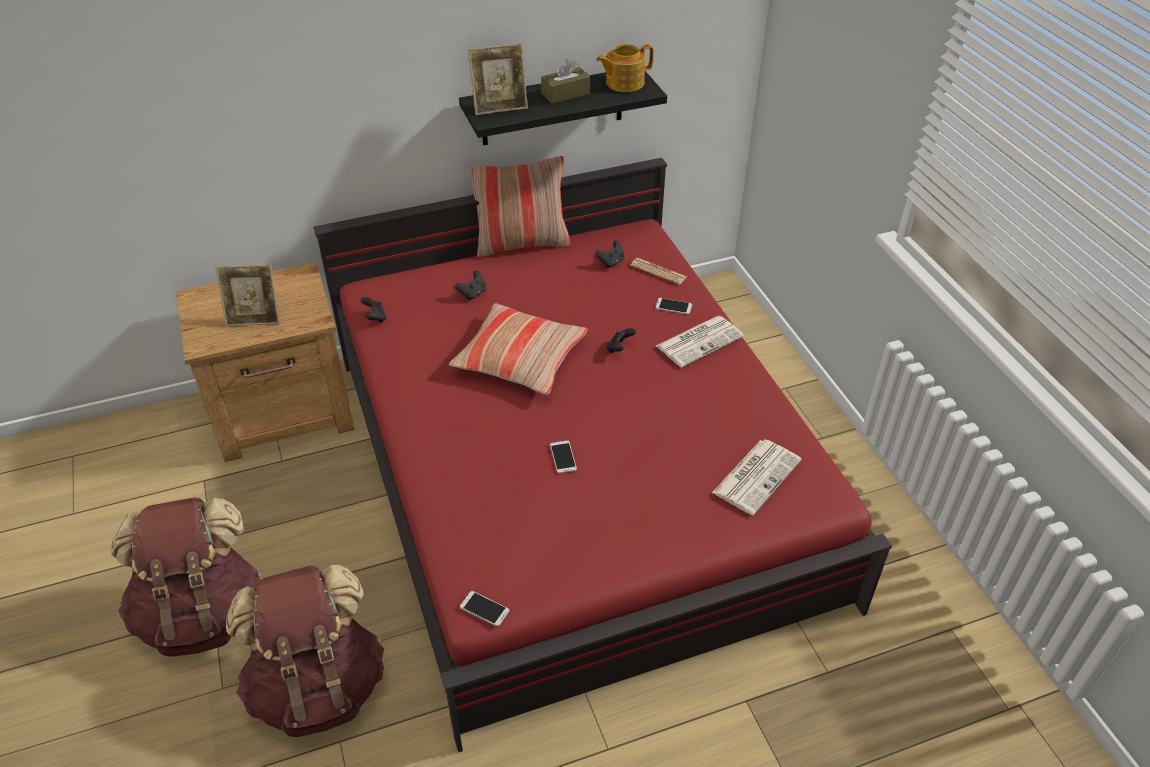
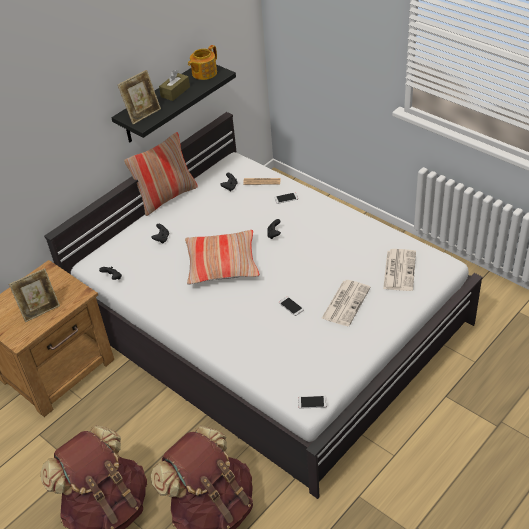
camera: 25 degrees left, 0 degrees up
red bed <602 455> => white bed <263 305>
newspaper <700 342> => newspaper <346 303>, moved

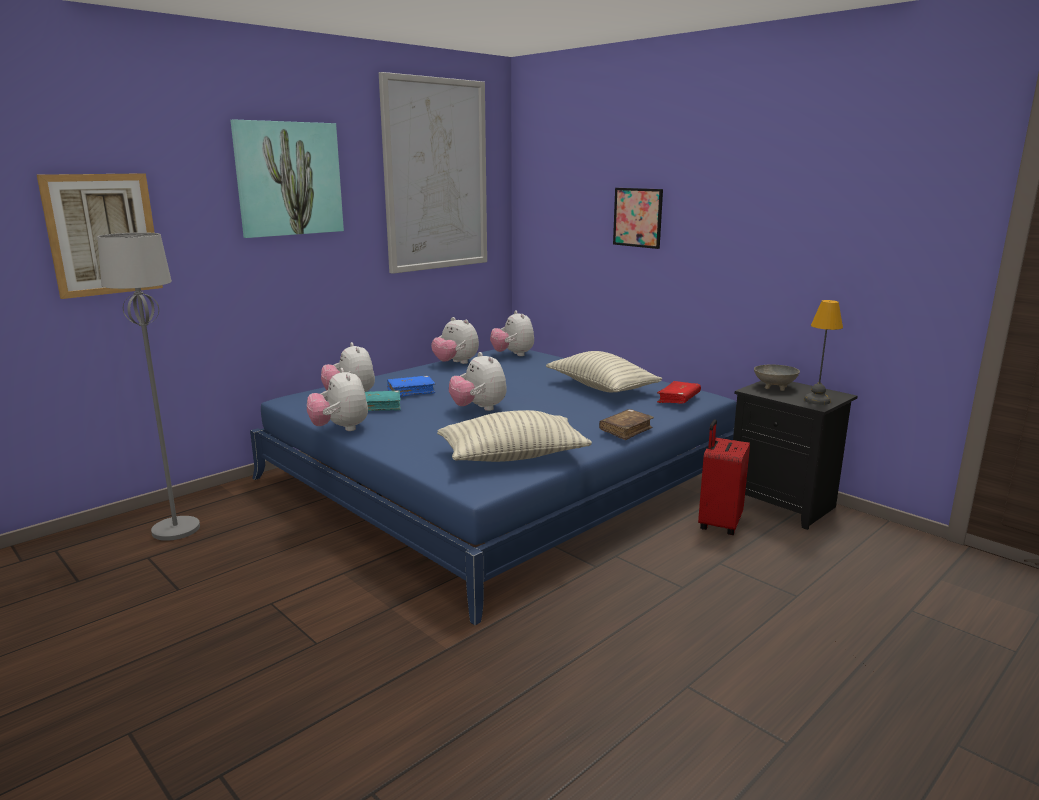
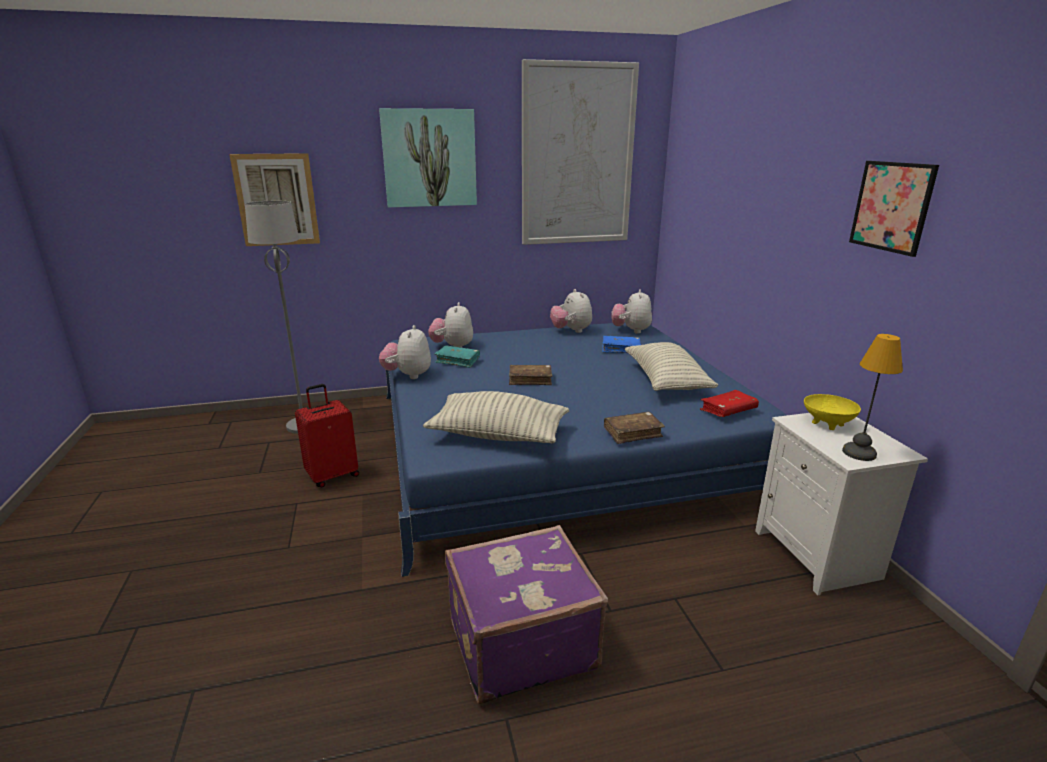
camera: 30 degrees right, 5 degrees up
picture <638 218> => picture <894 209>, moved
plush toy <478 381> => brown book <530 375>
grey bowl <777 377> => yellow bowl <832 412>
blue book <411 386> => blue book <621 344>, moved
black nightstand <795 455> => white nightstand <841 504>
red suitcase <724 477> => red suitcase <327 435>, moved
nothing => purple suitcase <526 614>

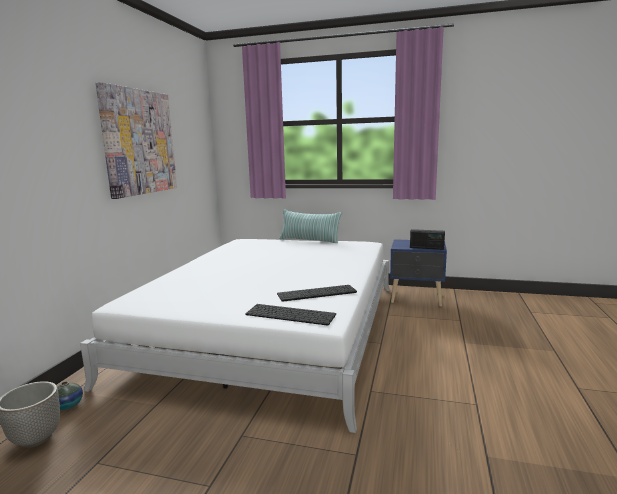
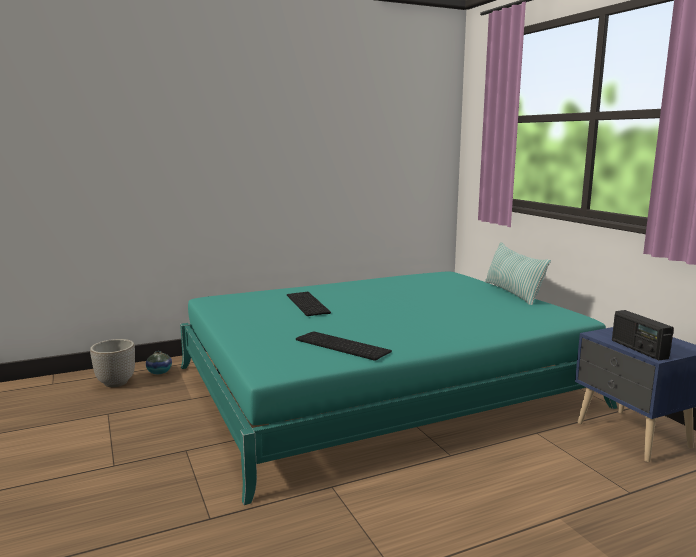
camera: 50 degrees right, 0 degrees up
picture <136 140> => nothing
white bed <235 336> => turquoise bed <398 388>
keyboard <290 315> => keyboard <309 304>, moved

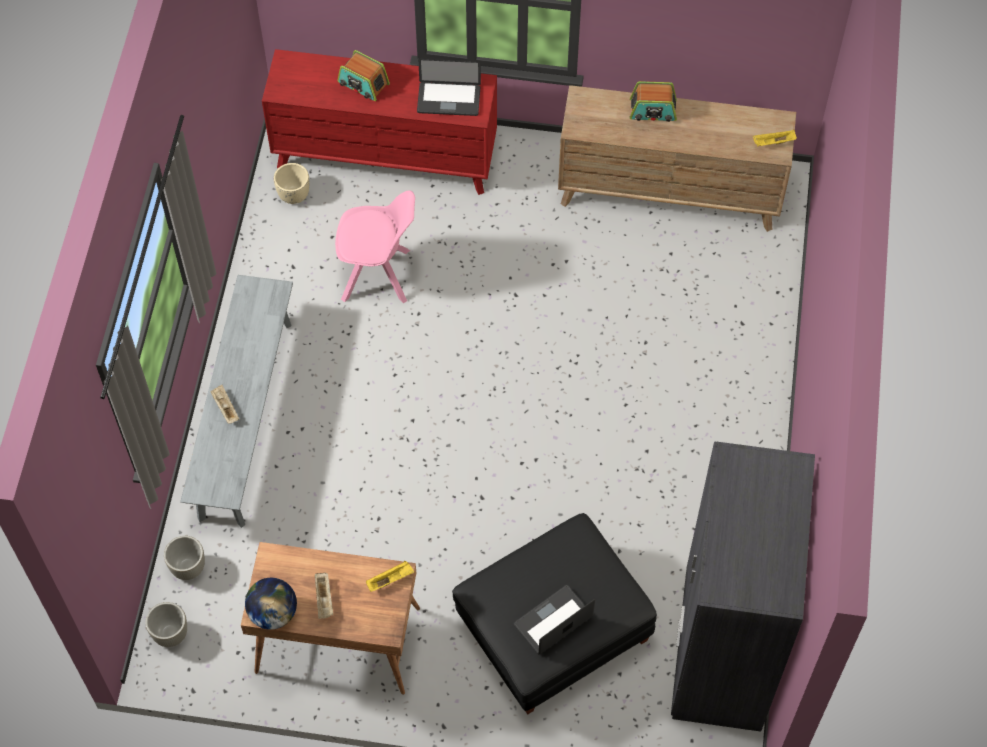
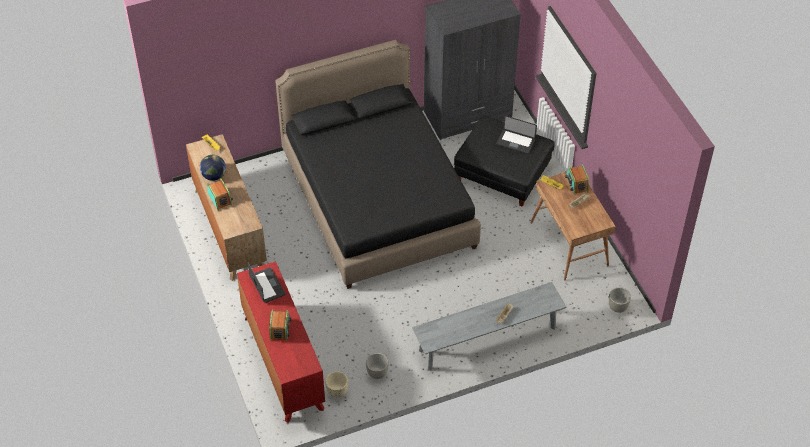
camera: 120 degrees left, 10 degrees down
pink chair <375 246> => nothing
grey planter <184 558> => grey planter <377 366>, moved
globe <271 604> => globe <213 168>, moved
nothing => black bed <378 164>
nothing => radio <577 179>

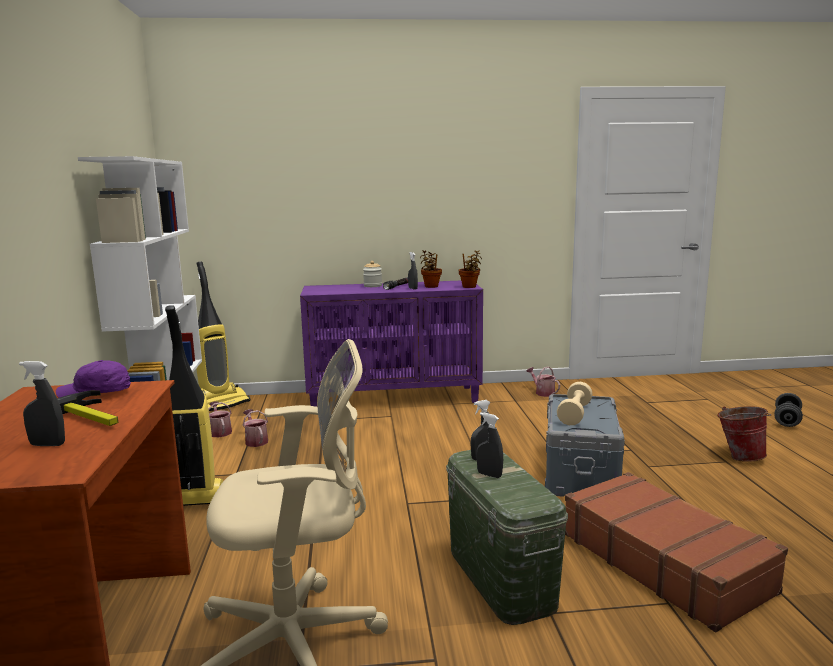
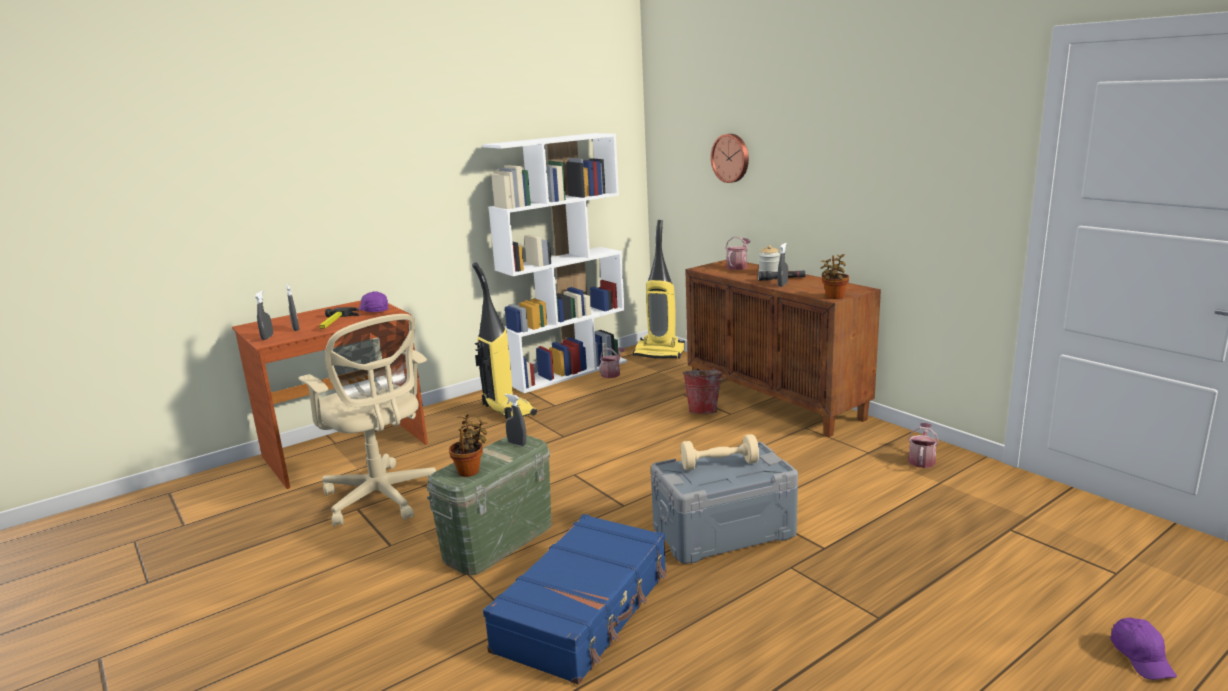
camera: 60 degrees right, 5 degrees up
potted plant <431 269> => potted plant <468 445>, moved
purple cabinet <391 344> => brown cabinet <783 348>
grey dumbbell <788 410> => purple cap <1143 649>
bucket <744 434> => bucket <704 391>, moved
watering can <255 428> => watering can <737 253>, moved
grey spray bottle <490 445> => grey spray bottle <264 315>, moved
brown suitcase <676 552> => blue suitcase <575 599>
nothing => wall clock <730 158>

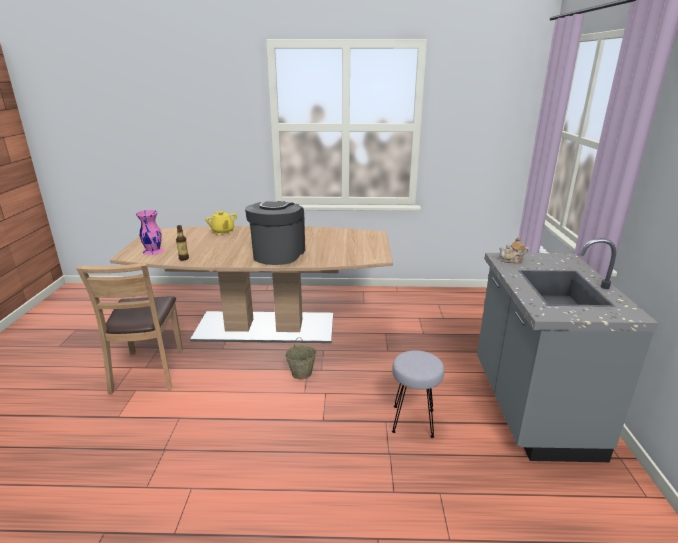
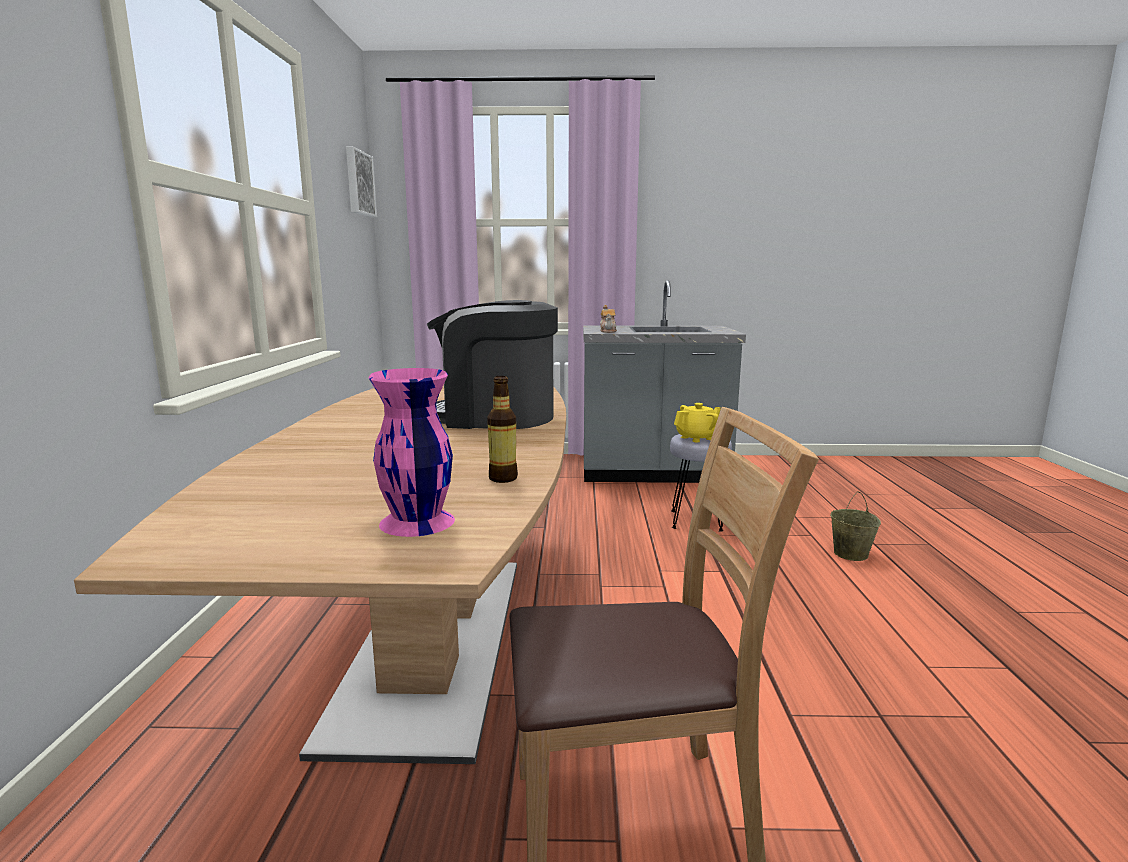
camera: 90 degrees left, 10 degrees down
yellow teapot <221 223> => yellow teapot <697 422>, moved
beige bucket <301 358> => beige bucket <855 526>, moved
nothing => picture <361 181>

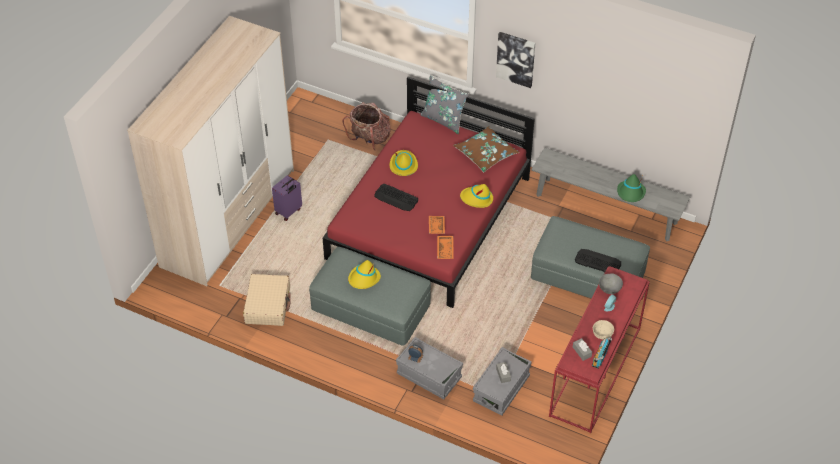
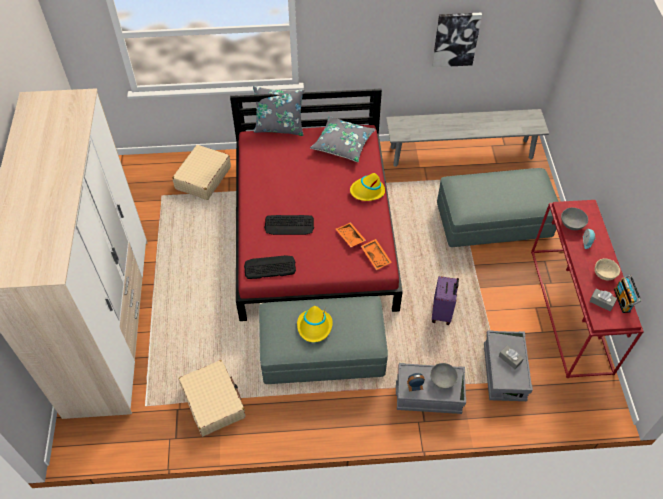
camera: 30 degrees left, 5 degrees up
picture <515 60> => picture <457 40>, moved
backpack <367 126> => beige suitcase <202 172>
brown pillow <486 149> => grey pillow <343 139>
yellow hat <404 163> => nothing
green hat <631 188> => nothing
purple suitcase <287 198> => purple suitcase <445 300>, moved
keyboard <598 260> => keyboard <270 267>, moved
nothing => grey bowl <444 376>

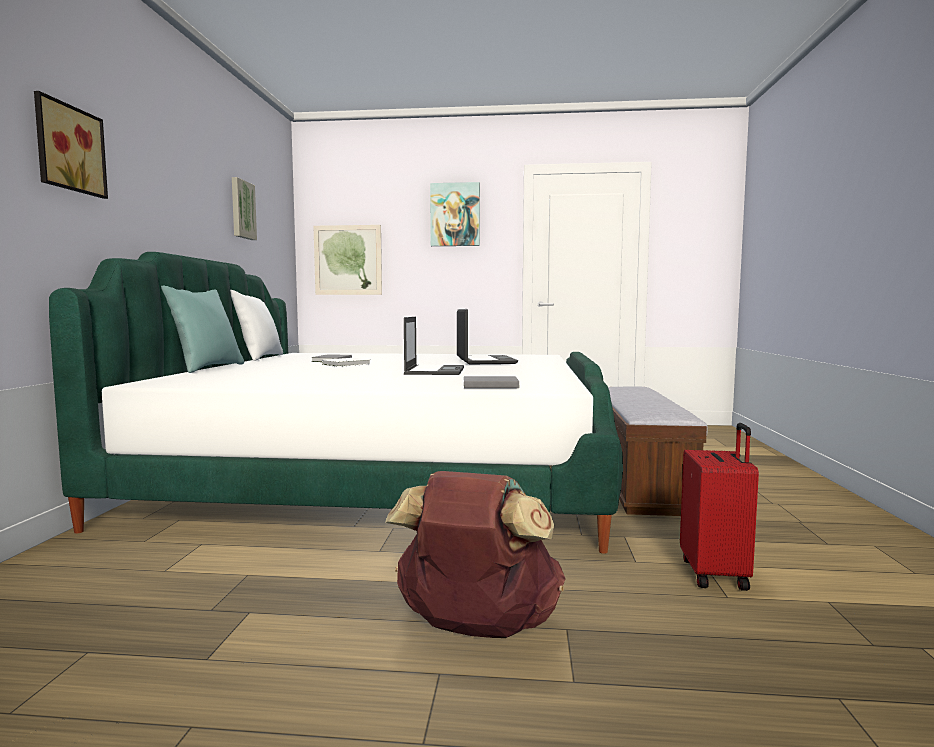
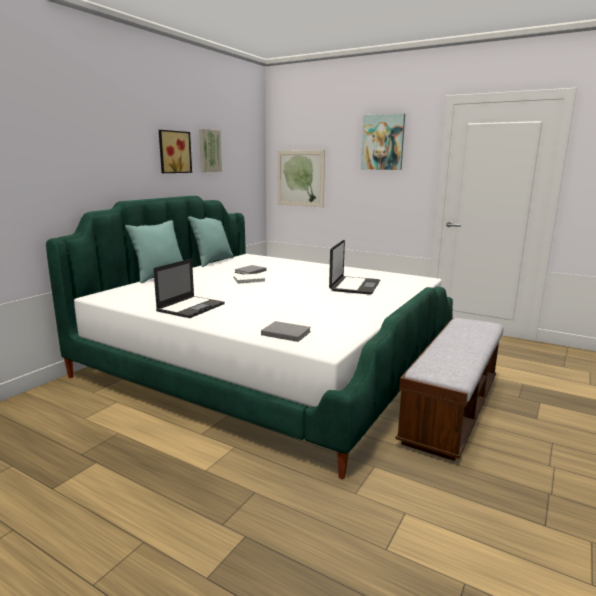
camera: 25 degrees right, 10 degrees up
picture <71 145> => picture <175 151>, moved
white pillow <256 325> => turquoise pillow <210 242>
laptop <434 346> => laptop <189 288>, moved
red suitcase <719 507> => nothing
brown backpack <475 554> => nothing

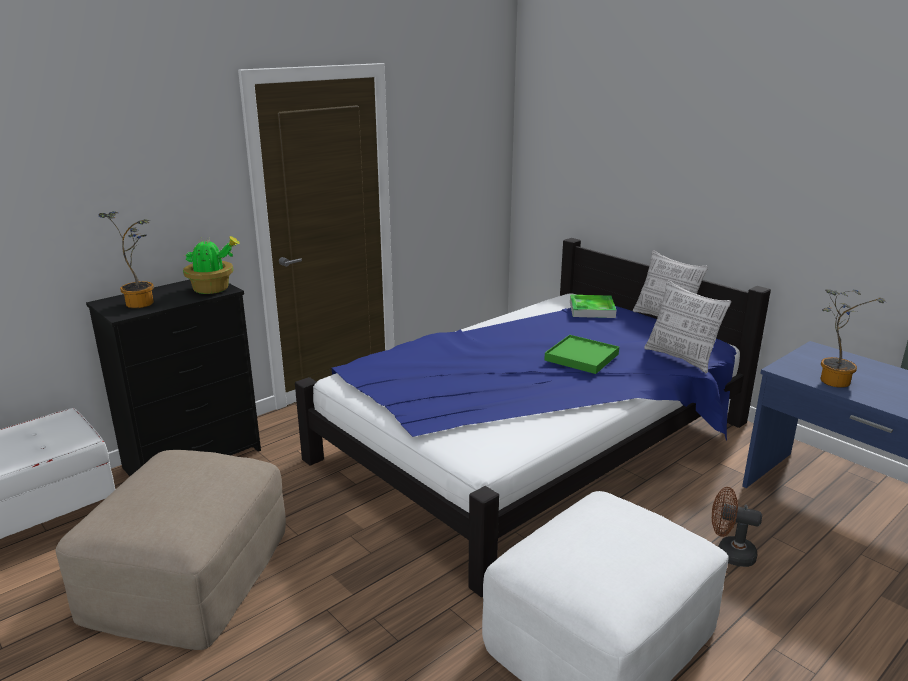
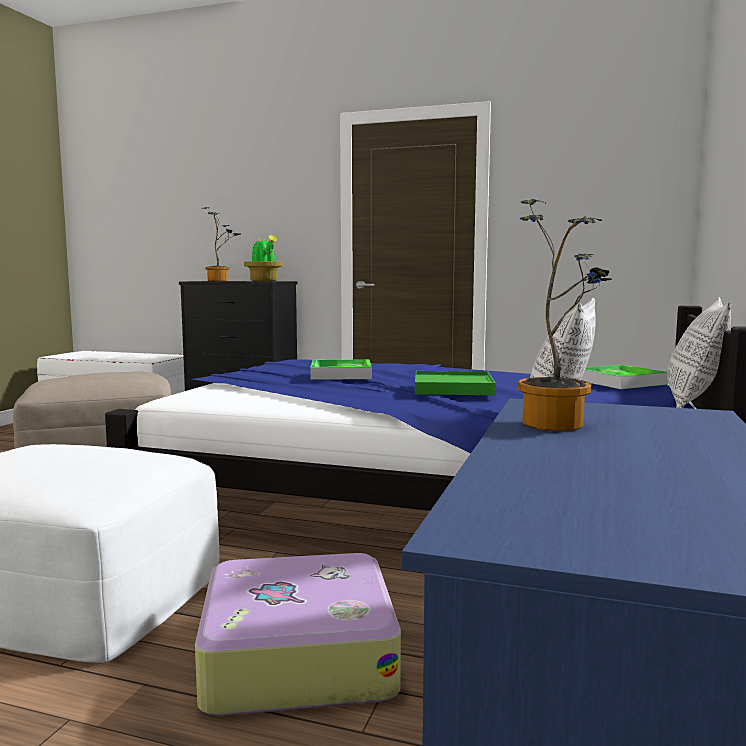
camera: 60 degrees right, 15 degrees down
brown fan <737 527> => suitcase <298 634>
nothing => tray <341 369>

